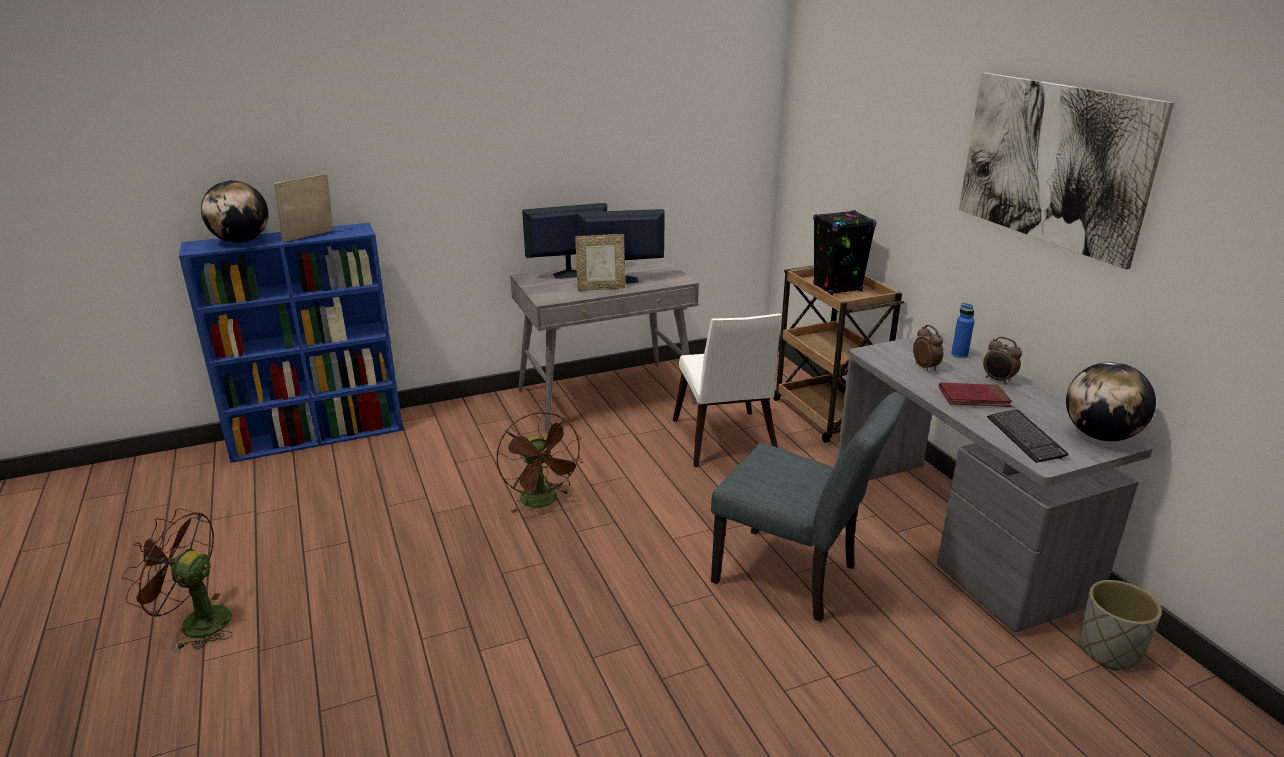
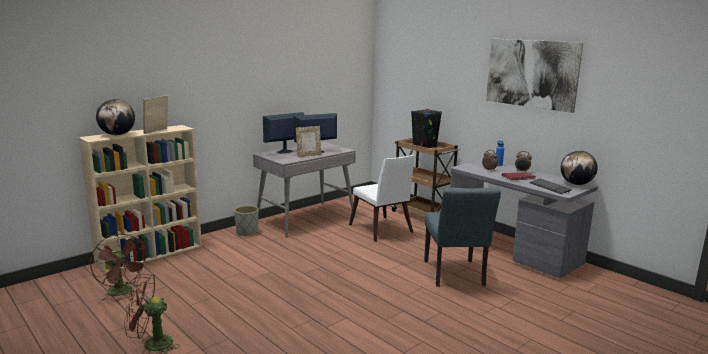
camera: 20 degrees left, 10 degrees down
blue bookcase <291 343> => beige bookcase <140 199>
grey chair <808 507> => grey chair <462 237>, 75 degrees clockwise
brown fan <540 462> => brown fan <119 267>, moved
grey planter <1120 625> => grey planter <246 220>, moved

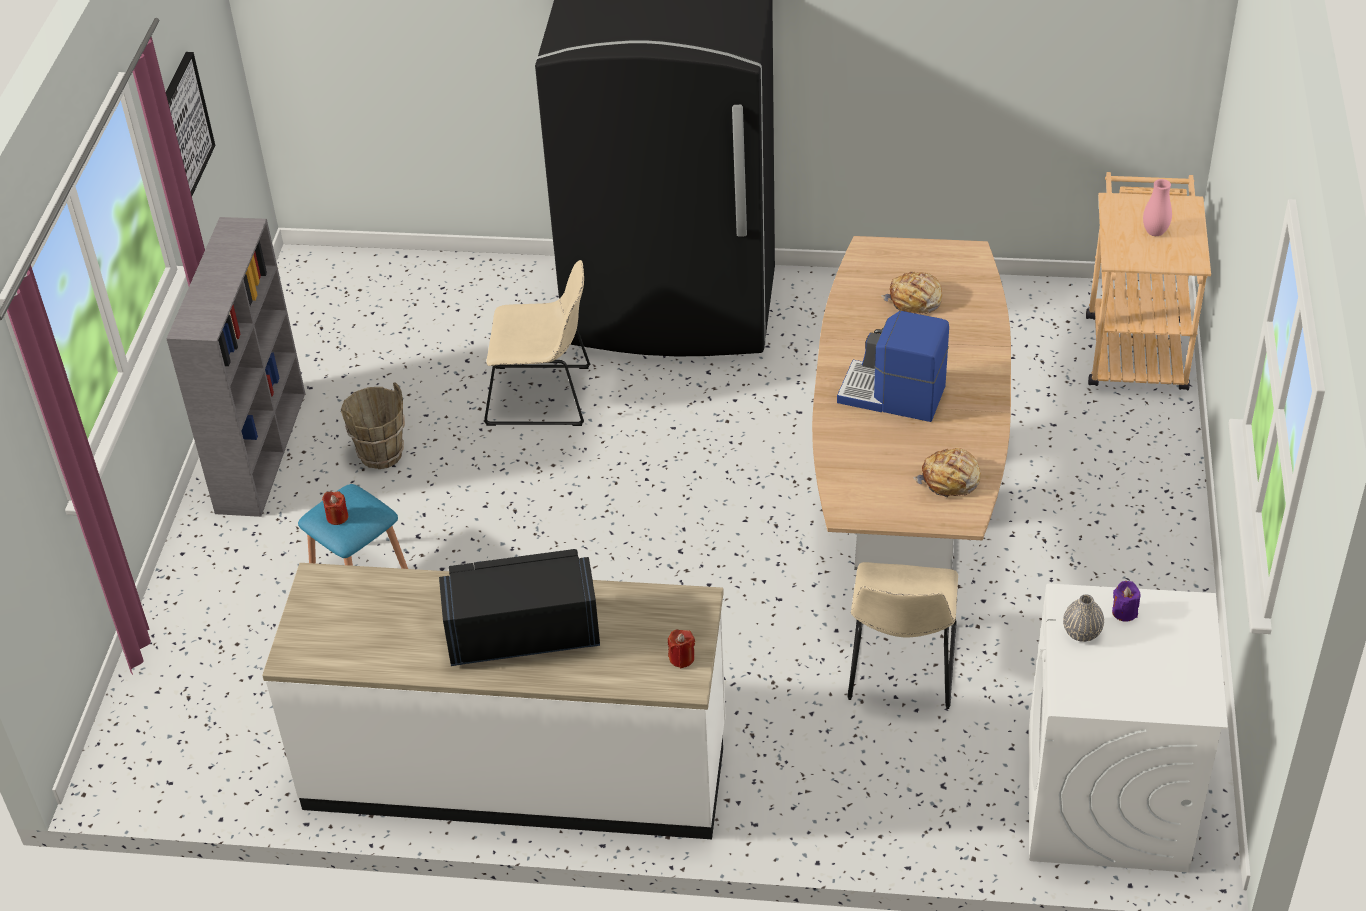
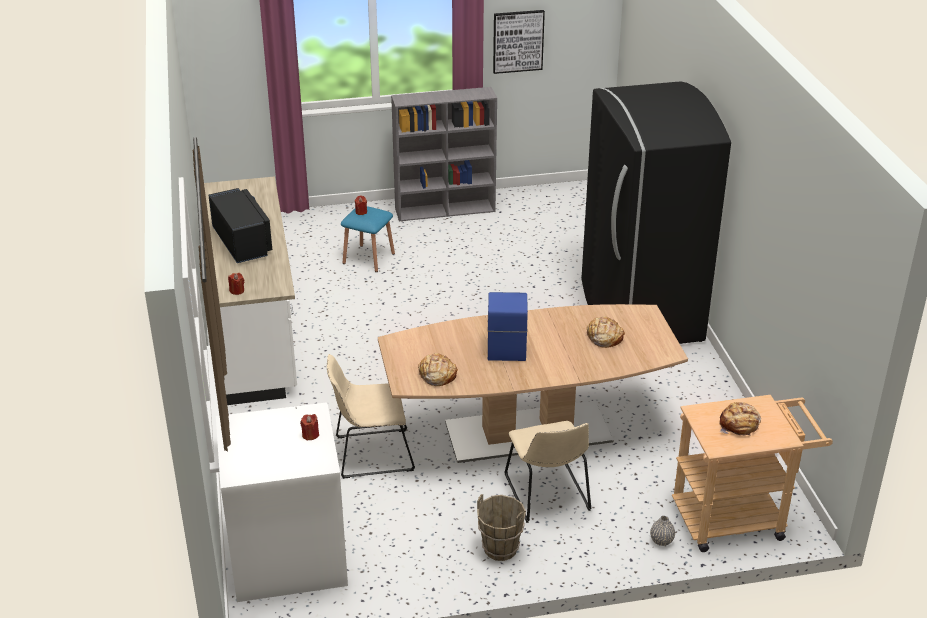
camera: 70 degrees right, 10 degrees down
pink vase <1157 207> => bread <740 419>
beige chair <537 343> => beige chair <547 472>, moved
brown bucket <373 425> => brown bucket <501 527>, moved
purple candle <1126 601> => red candle <309 427>
grey vase <1083 618> => grey vase <662 531>, moved

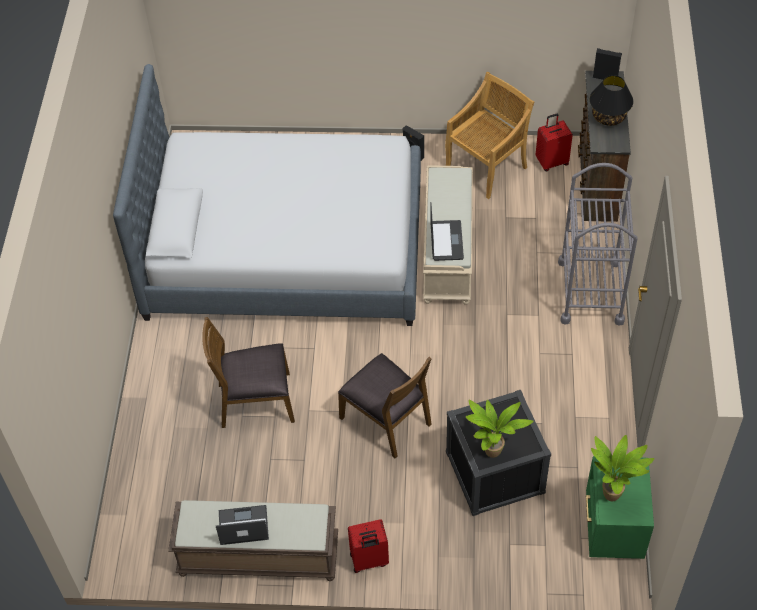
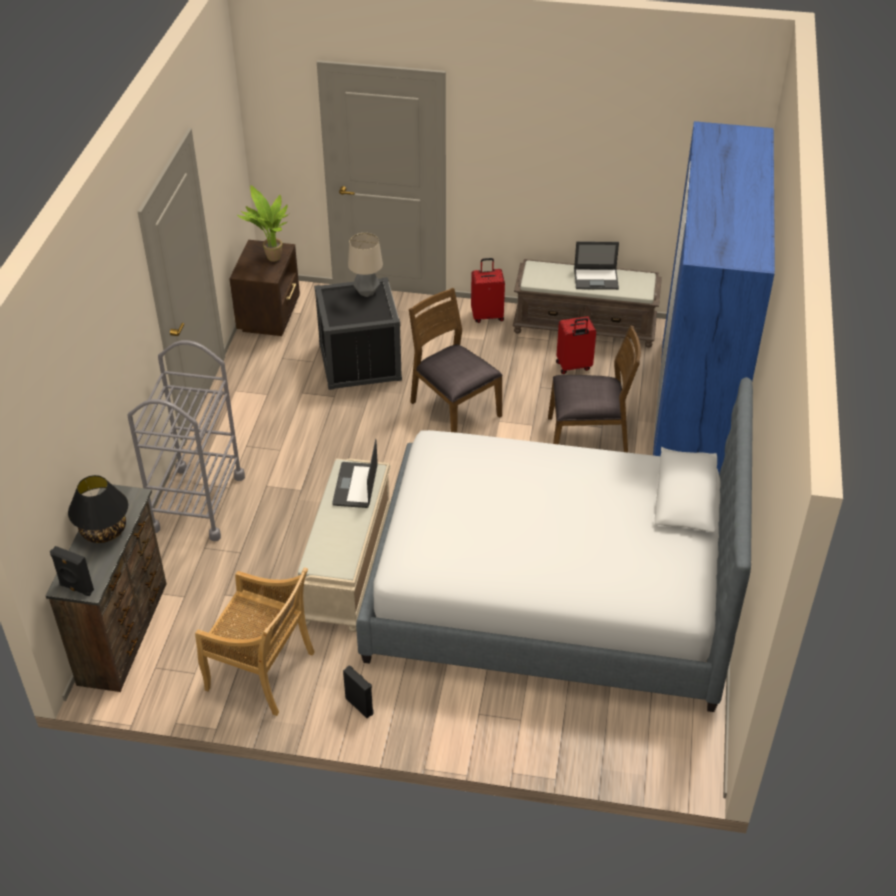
camera: 175 degrees left, 10 degrees down
beige chair <489 135> => beige chair <255 641>, 120 degrees counterclockwise
red suitcase <554 142> => red suitcase <576 345>, moved
potted plant <500 429> => table lamp <365 265>
green nightstand <620 507> => brown nightstand <264 288>
nothing => blue wardrobe <714 298>

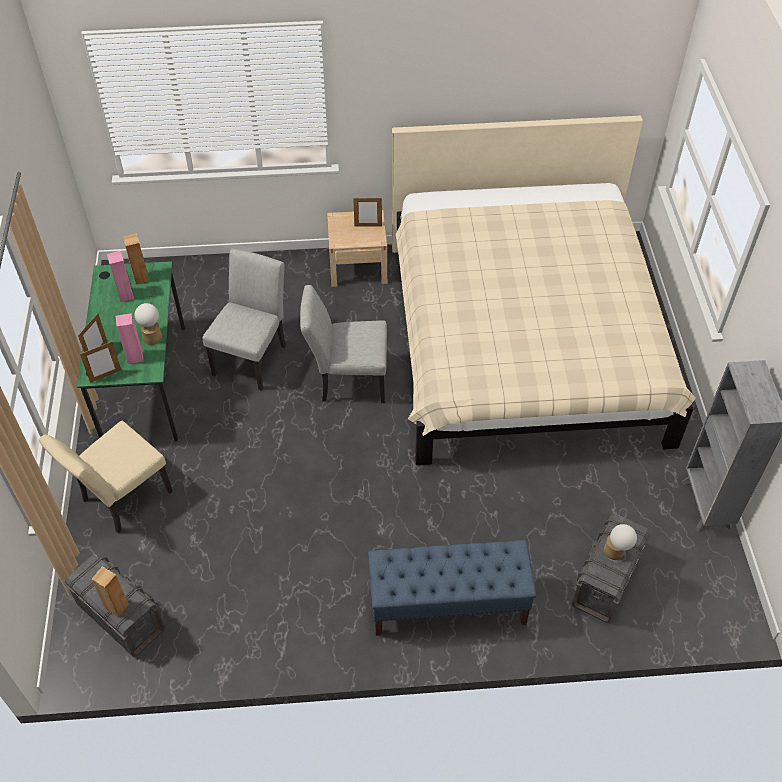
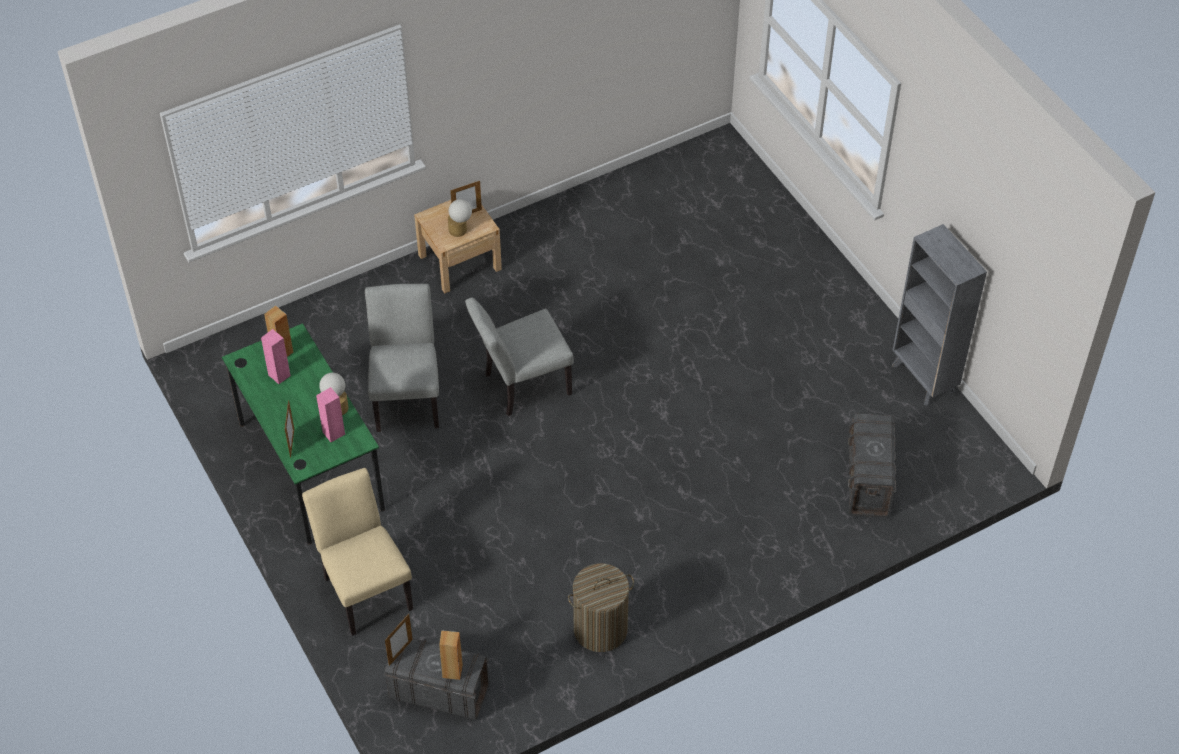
camera: 25 degrees left, 0 degrees up
beige bed <544 290> => nothing
picture frame <100 362> => picture frame <399 640>, moved
beige chair <106 477> => beige chair <357 552>, 135 degrees clockwise
table lamp <620 542> => table lamp <460 218>, moved
blue bench <452 588> => nothing
nothing => laundry basket <601 607>

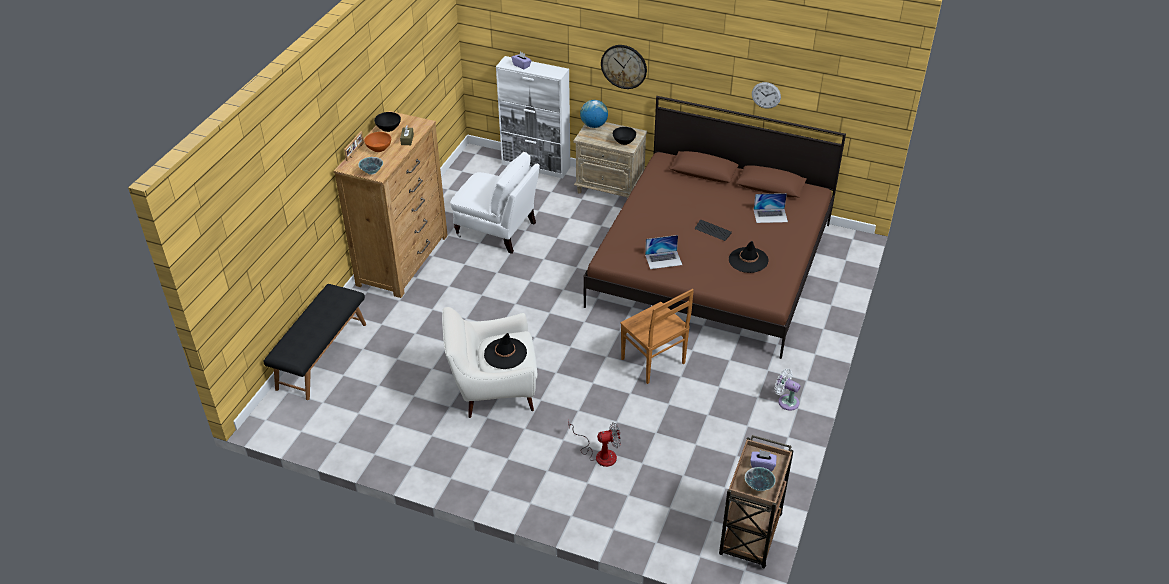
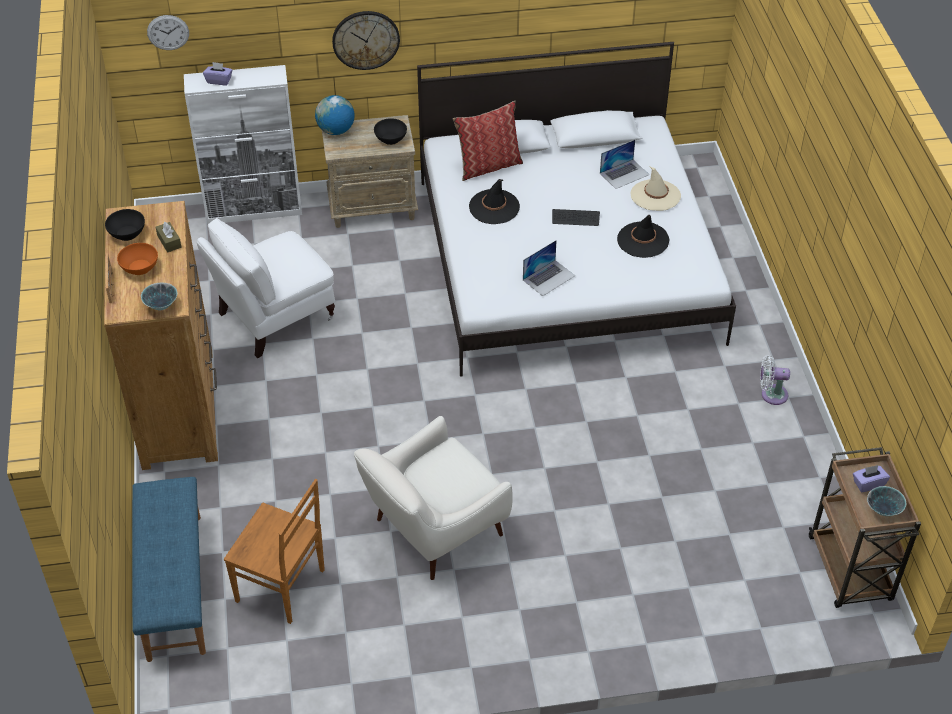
camera: 30 degrees left, 5 degrees up
wall clock <766 95> => wall clock <168 32>, moved
brown bed <714 227> => white bed <576 209>
white armchair <495 203> => white armchair <265 288>, 150 degrees clockwise
black bench <314 342> => blue bench <169 569>
brown chair <657 336> => brown chair <274 551>, moved
black hat <505 351> => black hat <494 201>, moved
fan <594 443> => nothing
nothing => pillow <488 141>
nothing => beige hat <656 188>

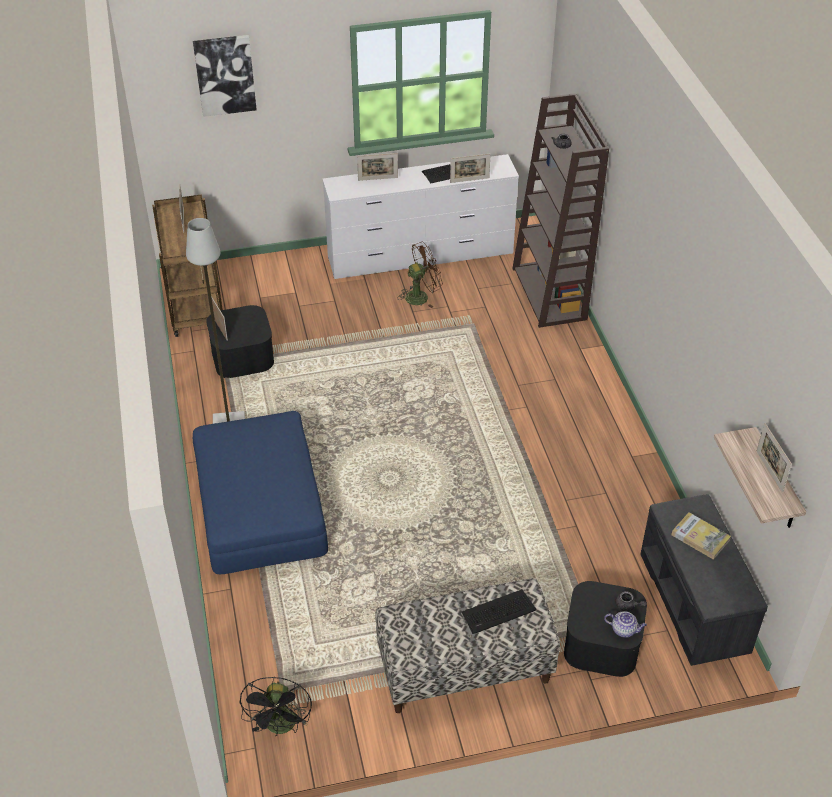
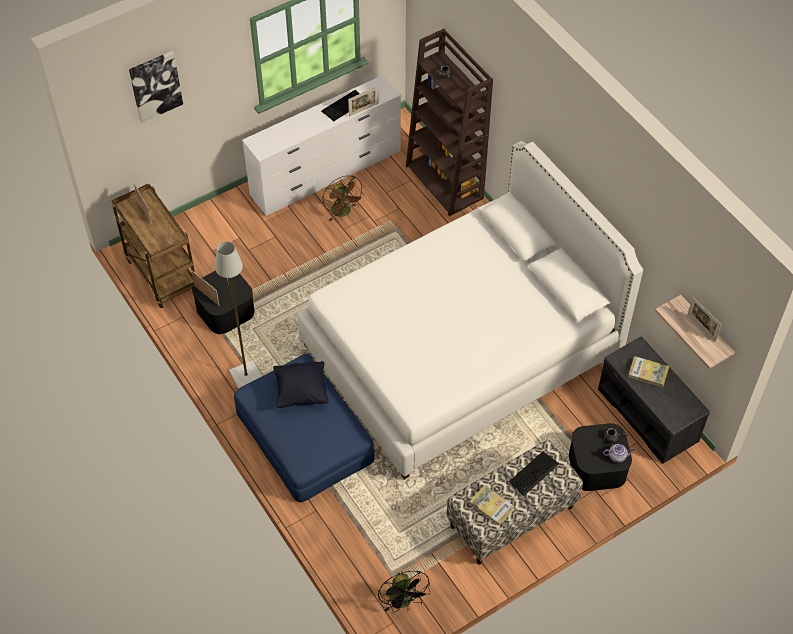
camera: 20 degrees left, 10 degrees up
picture frame <377 167> => nothing
brown fan <420 275> => brown fan <344 198>, 105 degrees clockwise
nothing => white bed <470 310>
nothing => black pillow <301 384>
nothing => book <492 505>

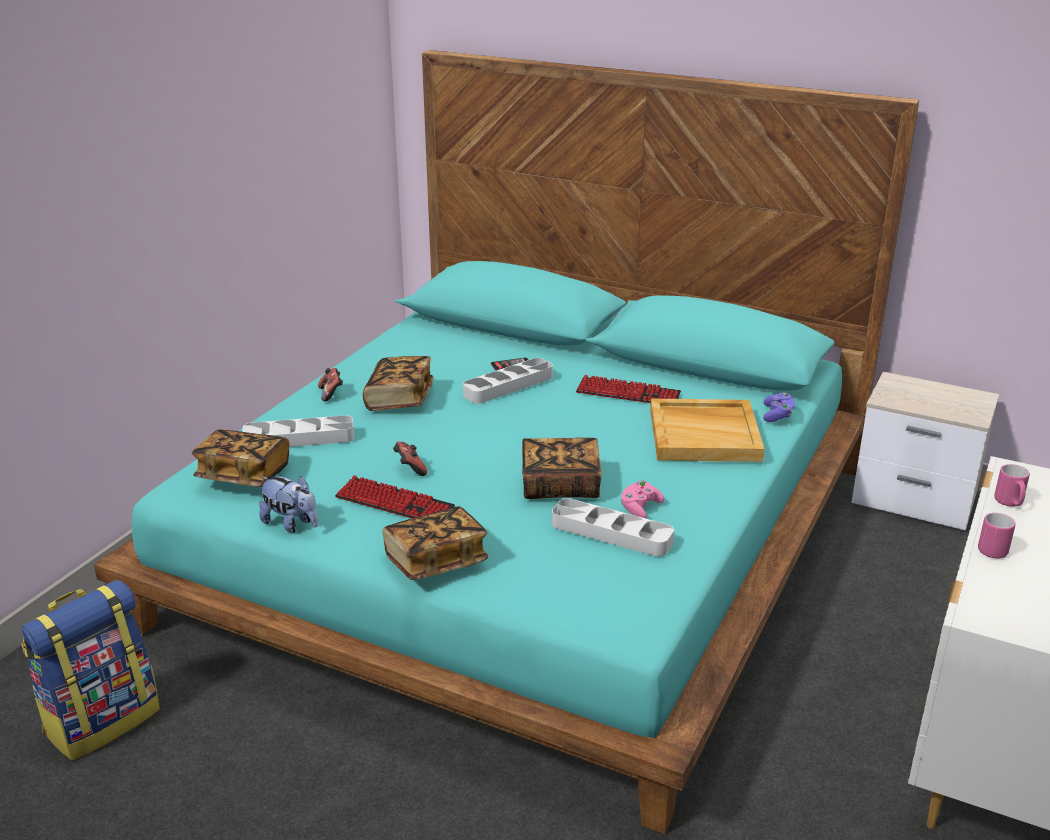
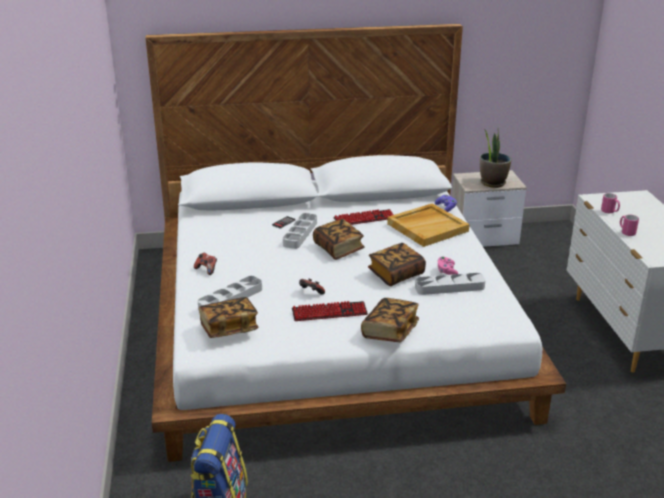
camera: 35 degrees left, 0 degrees up
turquoise bed <506 442> => white bed <355 243>
book <398 383> => book <339 239>, moved
plush toy <288 504> => nothing
nothing => potted plant <495 158>

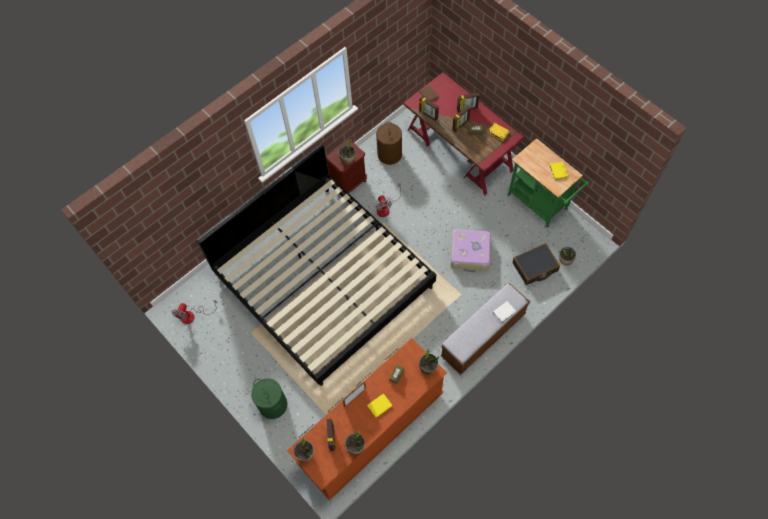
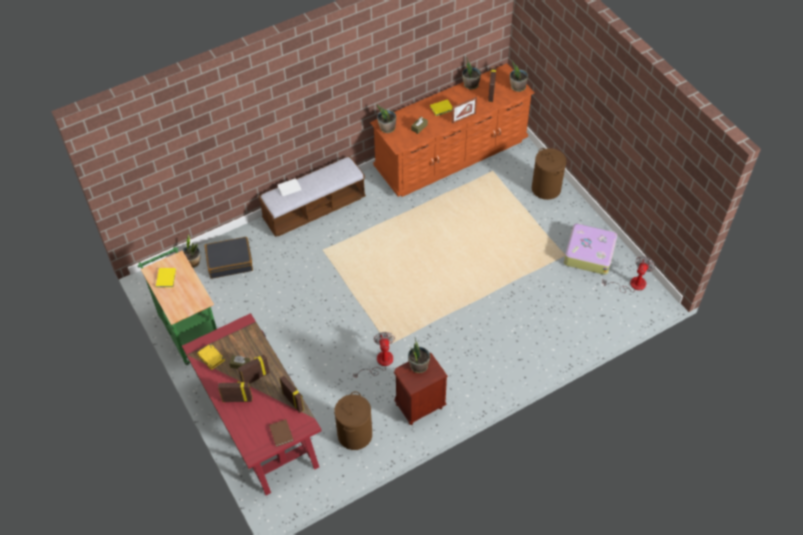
camera: 170 degrees left, 10 degrees down
bed <316 265> => nothing
suitcase <471 251> => suitcase <590 249>, moved
green laundry basket <269 398> => brown laundry basket <549 174>

